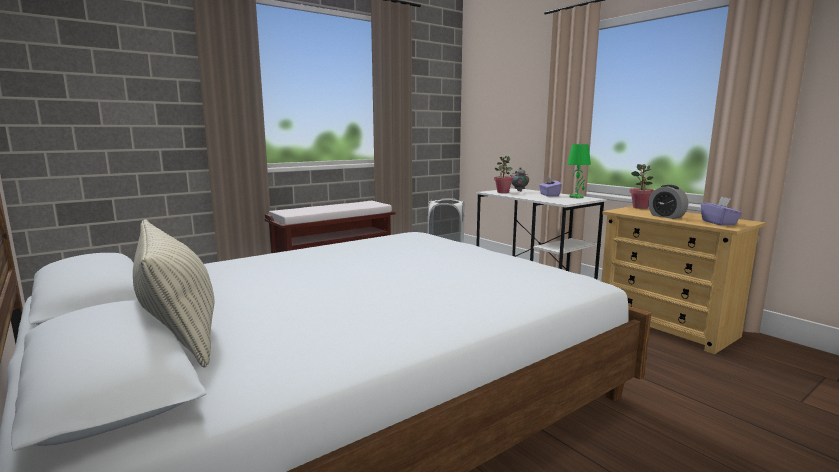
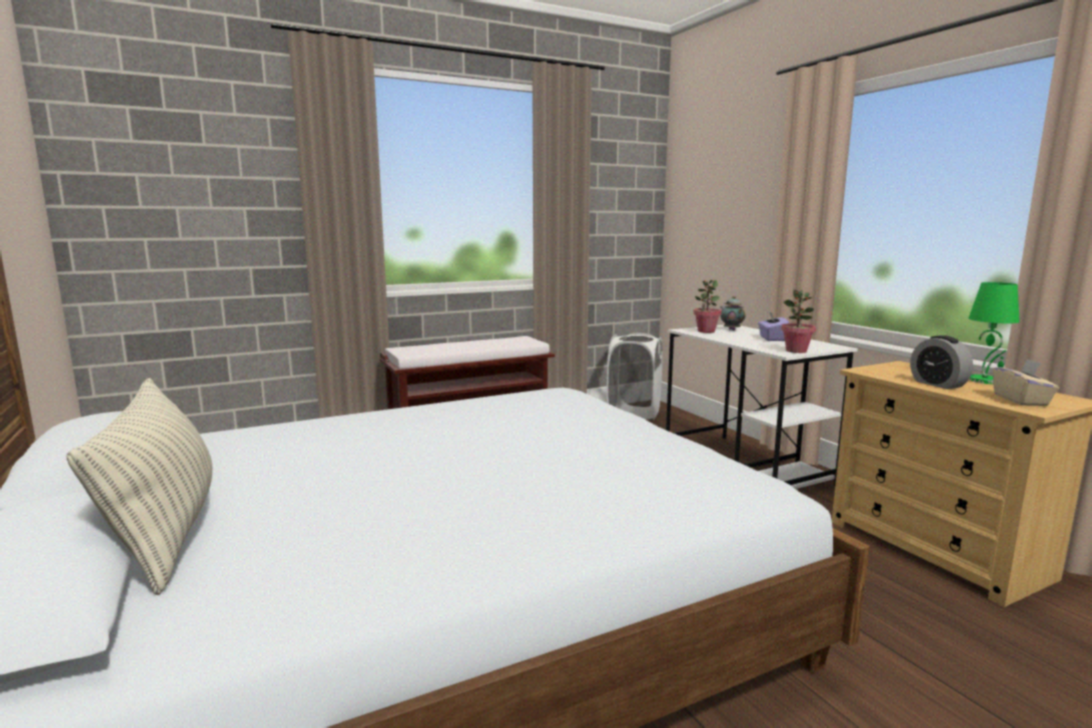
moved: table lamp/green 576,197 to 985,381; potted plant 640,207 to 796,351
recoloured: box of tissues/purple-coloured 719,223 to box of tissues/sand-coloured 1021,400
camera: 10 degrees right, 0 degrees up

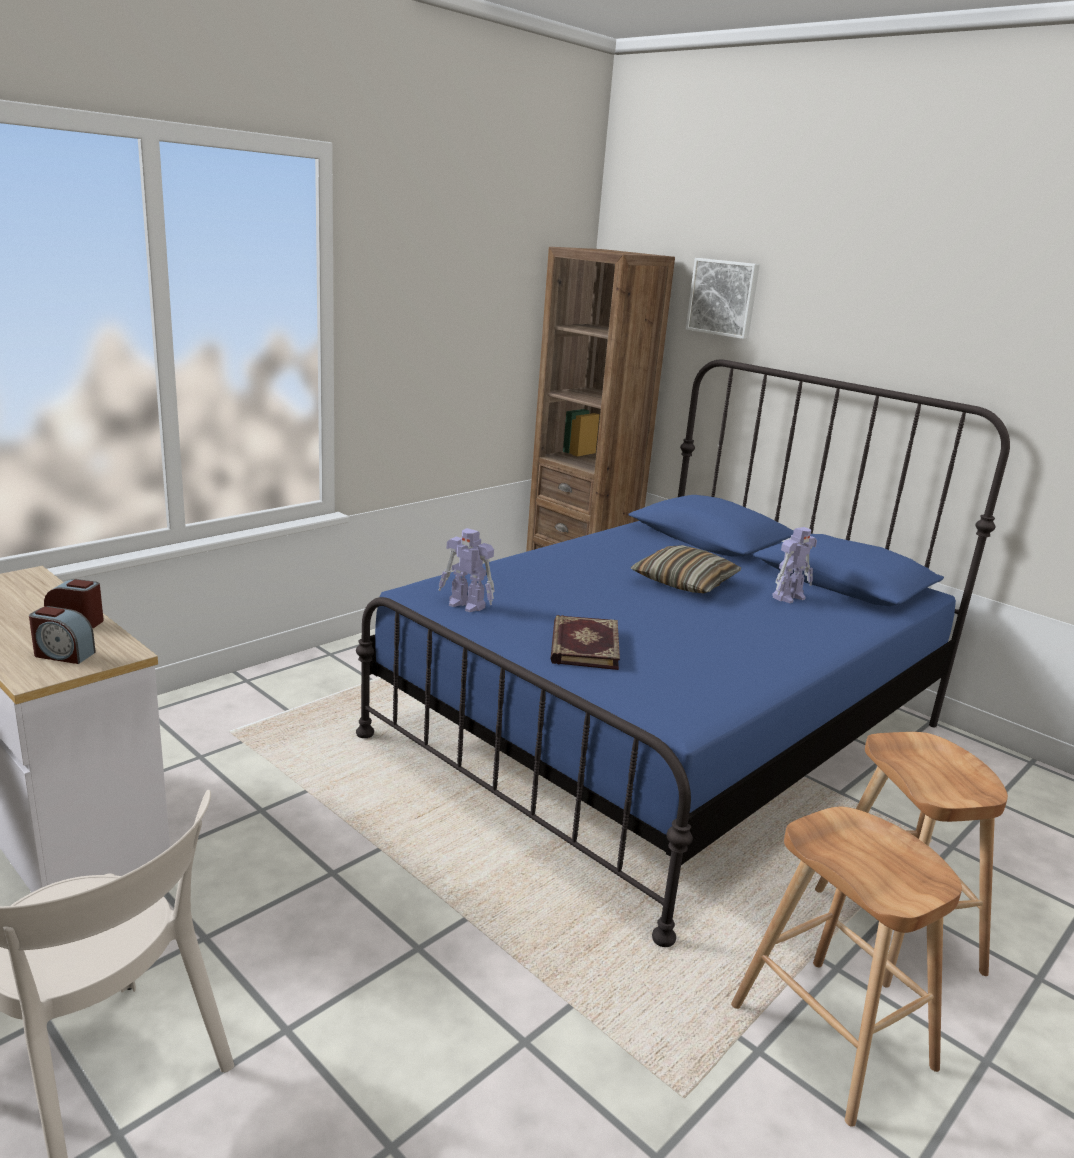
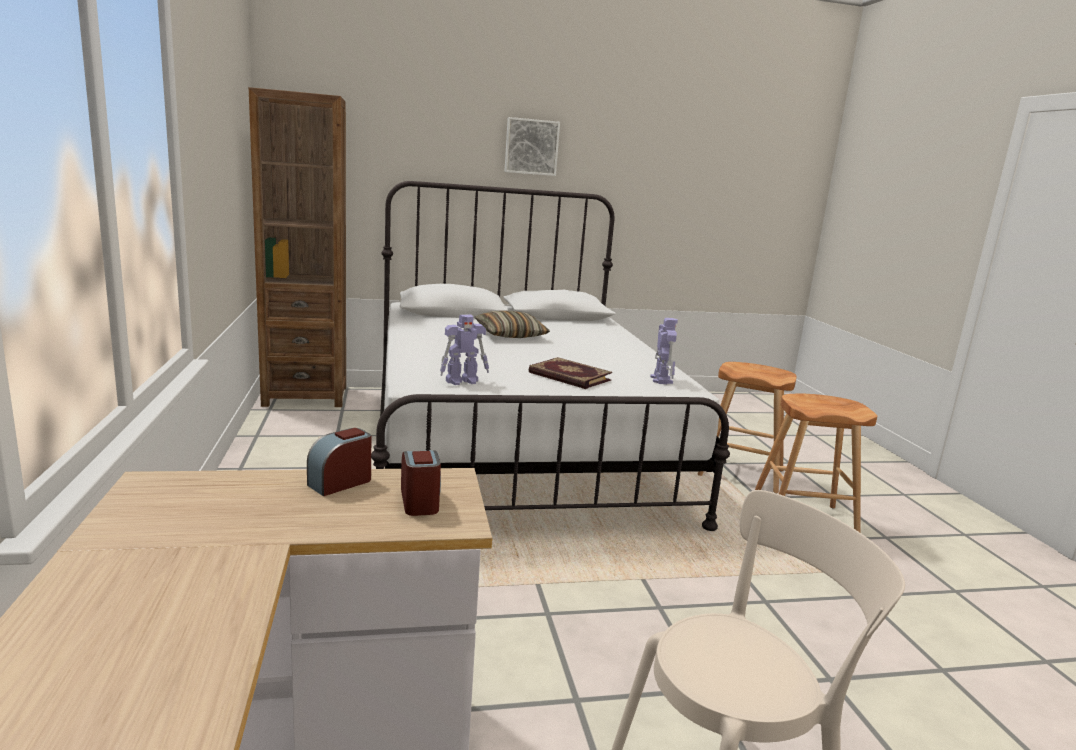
moved: wall art 723,298 to 531,147; robot figure 789,597 to 661,379
recoloured: bedroom bed/bluish 665,730 to bedroom bed/white 516,446
turned: bedside clock 63,654 = 420,501 60 degrees counterclockwise
camera: 55 degrees left, 5 degrees down

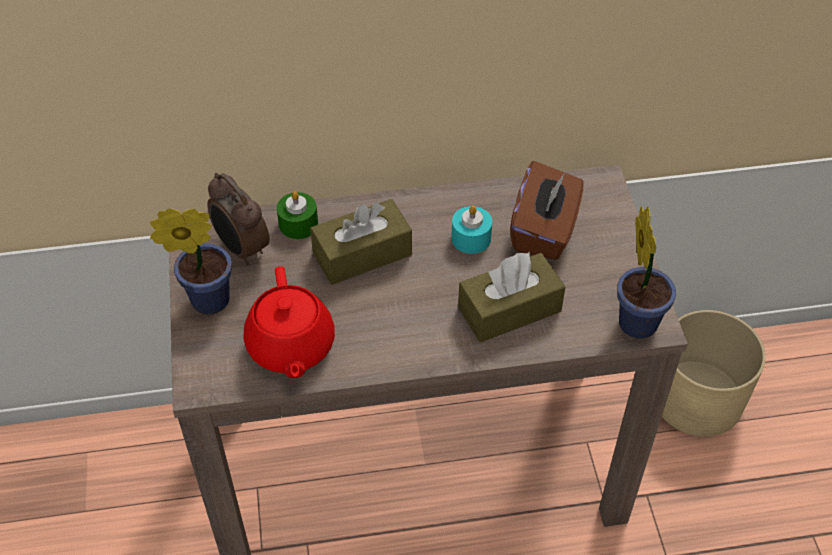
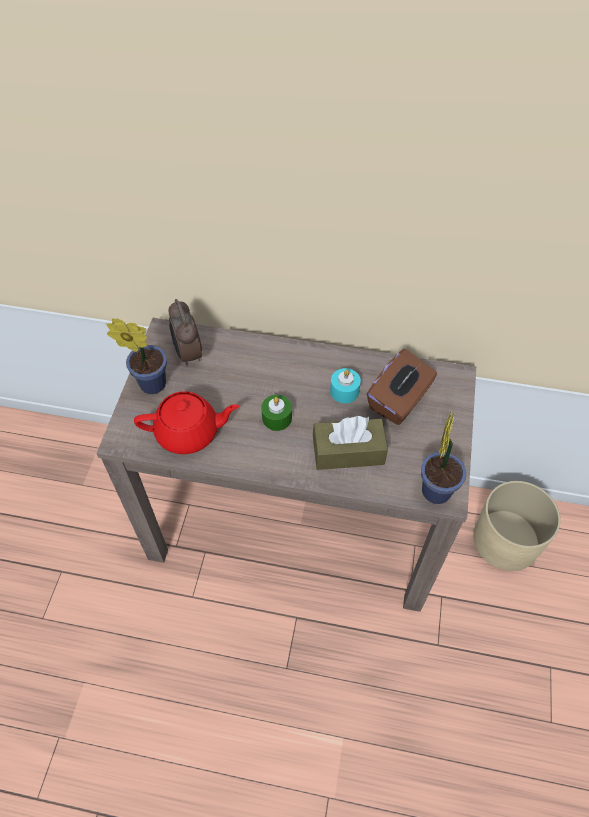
removed: box of tissues/brown 362,254
moved: wax candle/green 298,224 to 277,418
turned: teapot/reddish 290,347 = 189,433 105 degrees counterclockwise
camera: 20 degrees right, 5 degrees up

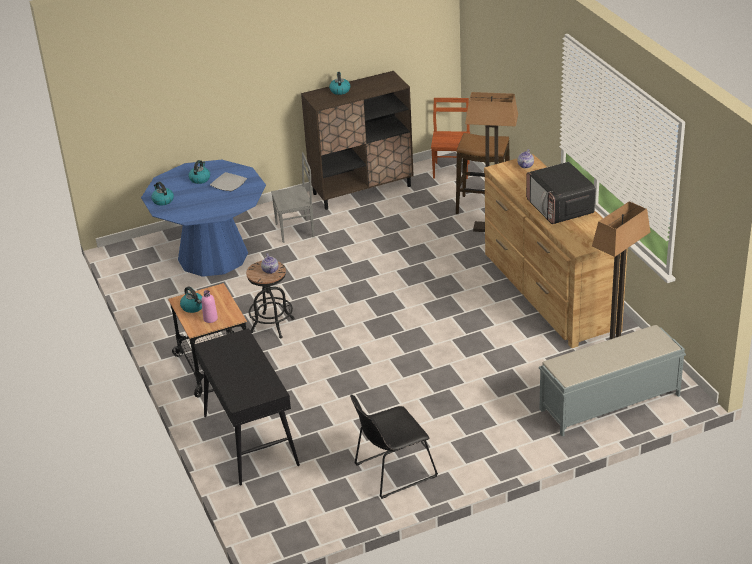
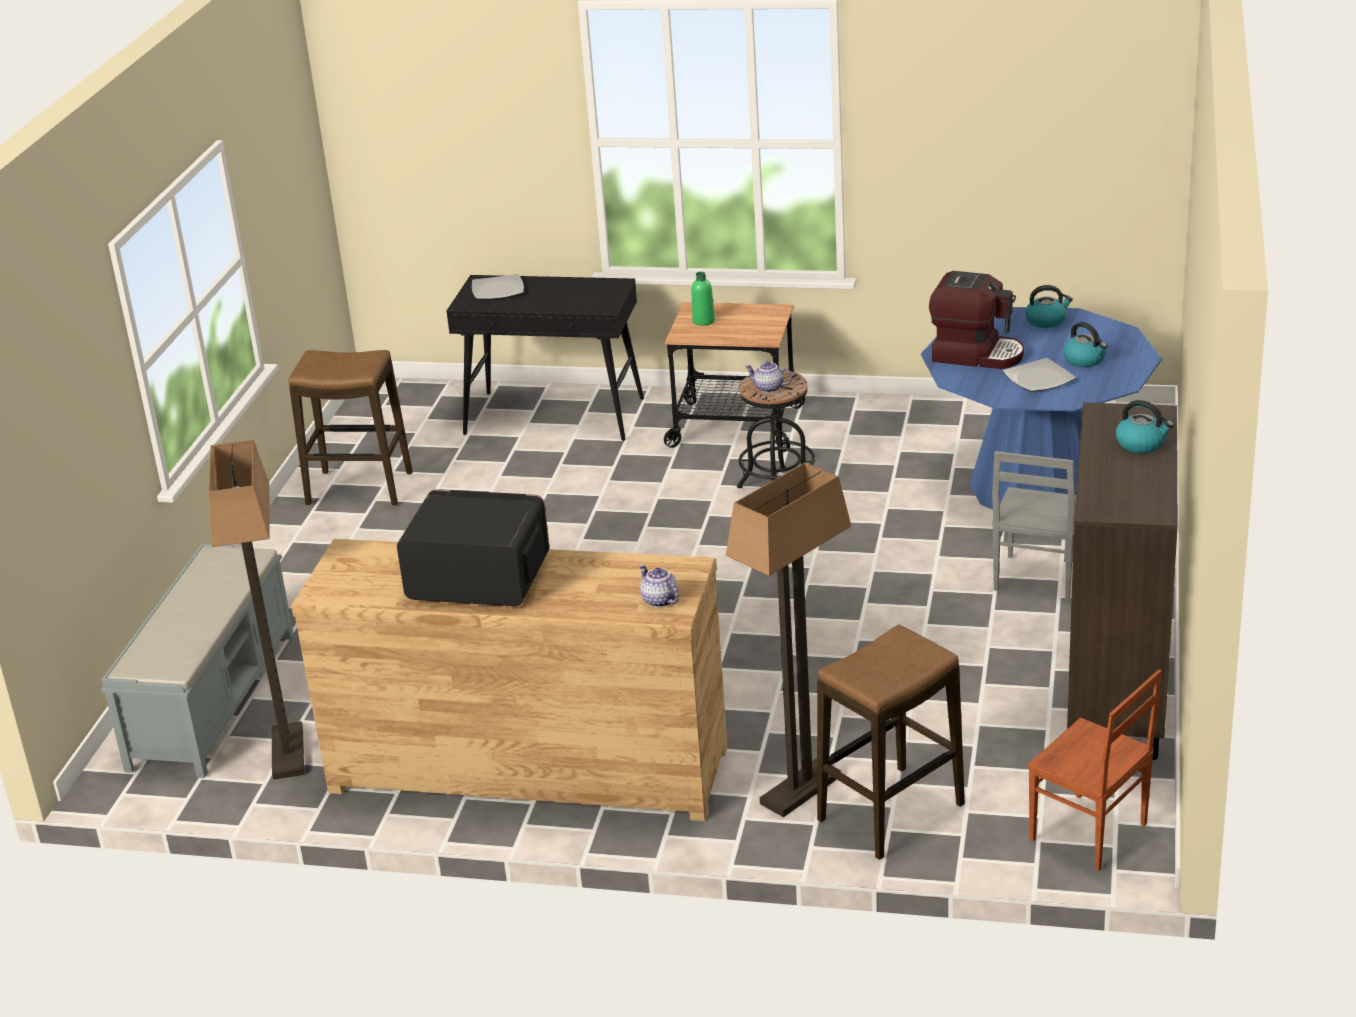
removed: water kettle 193,307
added: flat dish 498,290; coffee brewer 977,354
replaced: chair/blackish 392,472 to stool 360,489
recoloured: drink bottle/pink-coloured 210,319 to drink bottle/green 703,321
camera: 125 degrees right, 5 degrees down

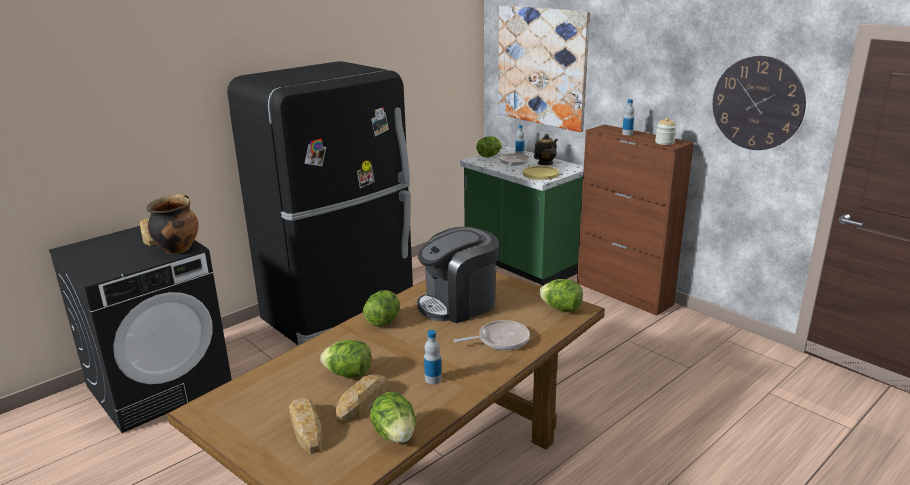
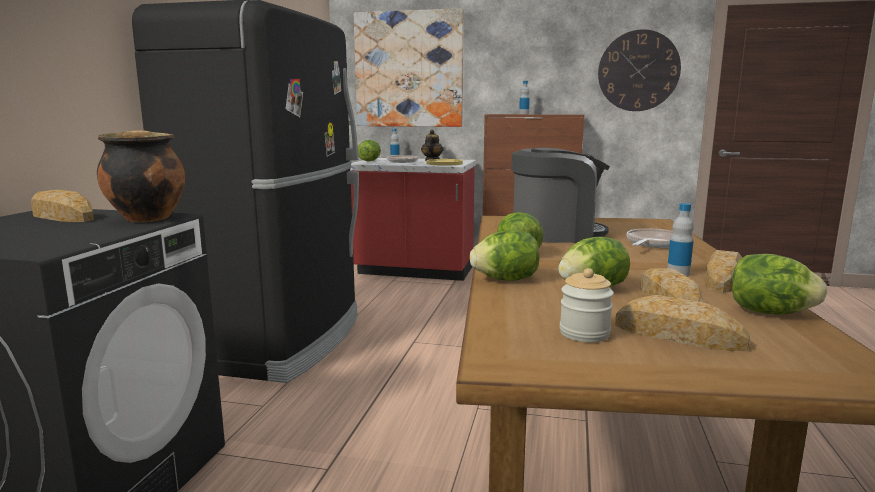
added: bread 723,279
moved: lettuce 561,309 to 506,280; jar 664,142 to 584,333
recoloured: kitchen base unit/green 521,264 to kitchen base unit/reddish 414,271
turned: coffee brewer 458,304 = 556,234 120 degrees counterclockwise
camera: 35 degrees left, 10 degrees down

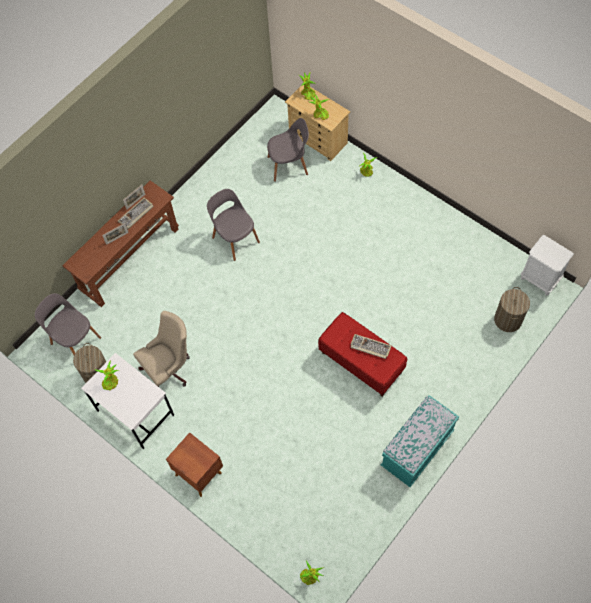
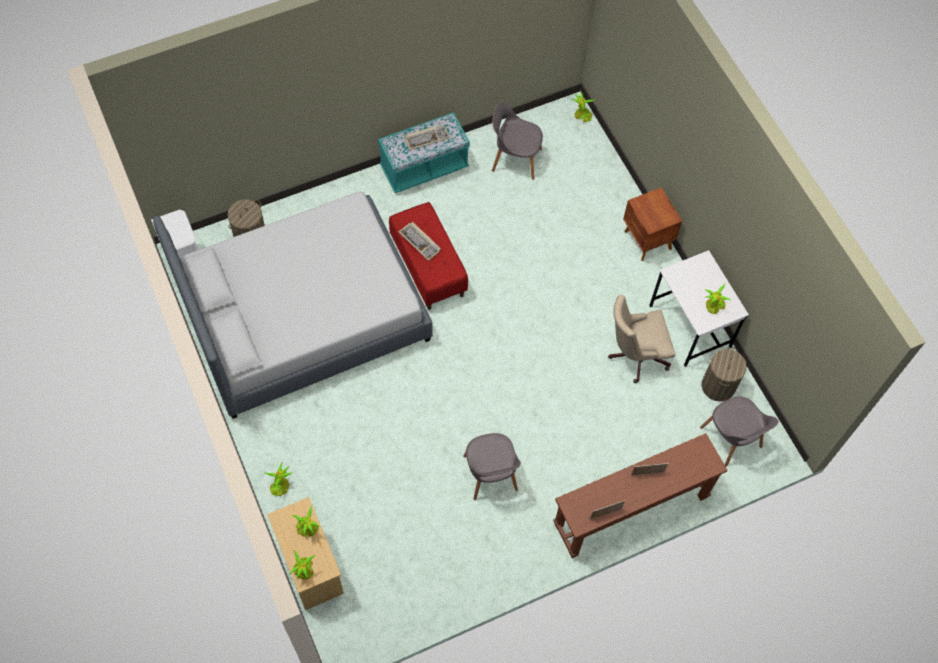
added: bedroom bed/grey 304,314
moved: computer keyboard 136,214 to 427,137; chair/grey 289,165 to 515,159
camera: 160 degrees left, 0 degrees up

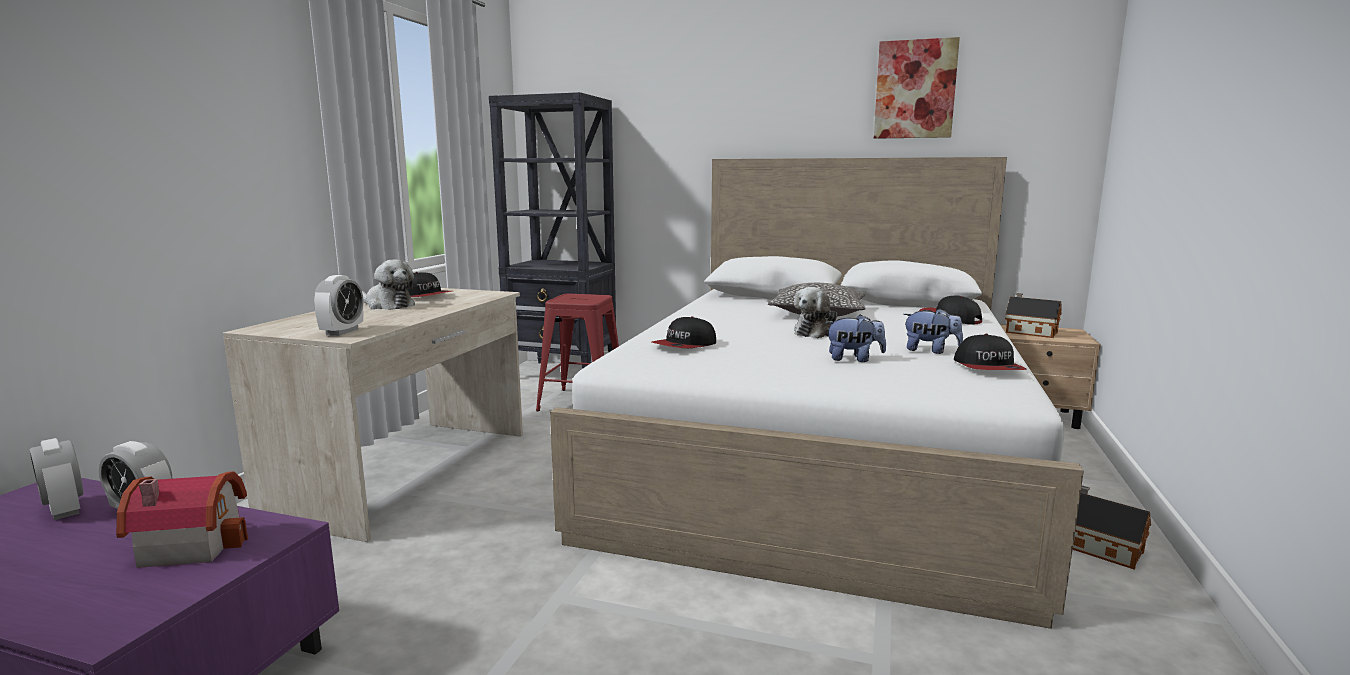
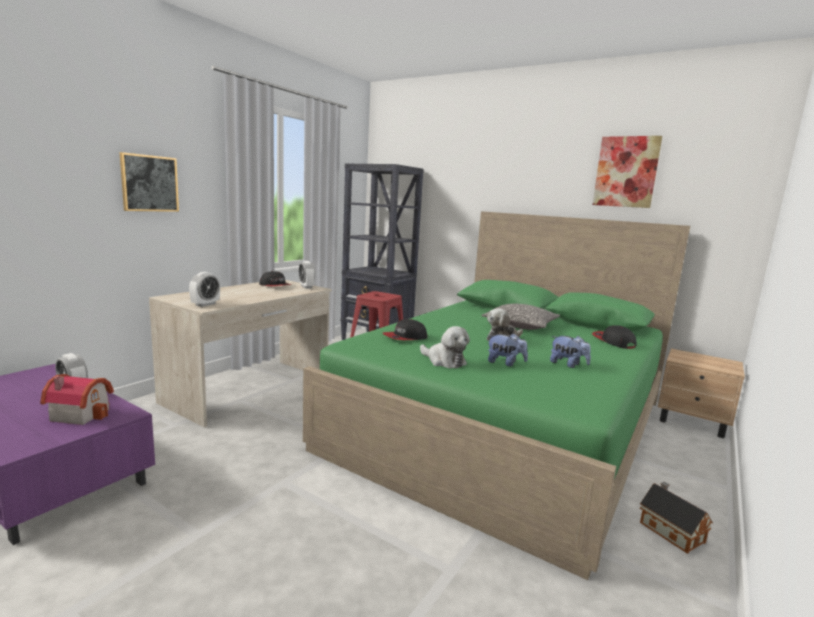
removed: cap 988,367; miniature house 1029,332
added: wall art 149,183
moved: bedside clock 65,510 to 306,287; soft toy 387,305 to 444,361
recoloured: bedroom bed/white 820,455 to bedroom bed/green 507,423
camera: 15 degrees right, 0 degrees up

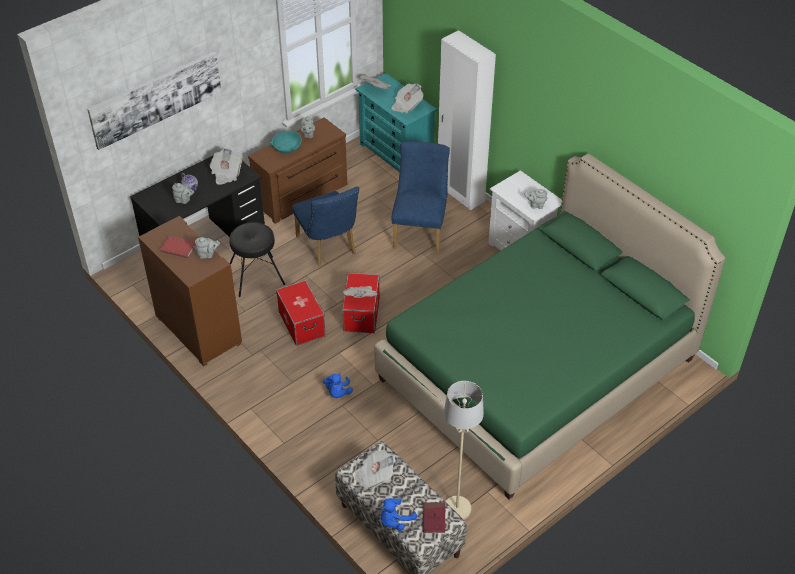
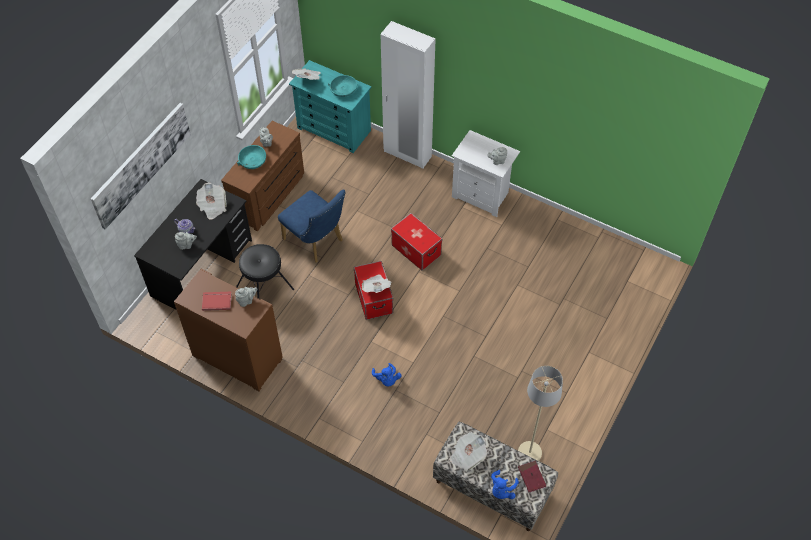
removed: bedroom bed/green 537,369; chair/bluish 420,231
moved: storage box 301,324 to 416,250
replaced: daily paper 406,105 to bowl/turquoise 343,89
camera: 20 degrees left, 10 degrees up

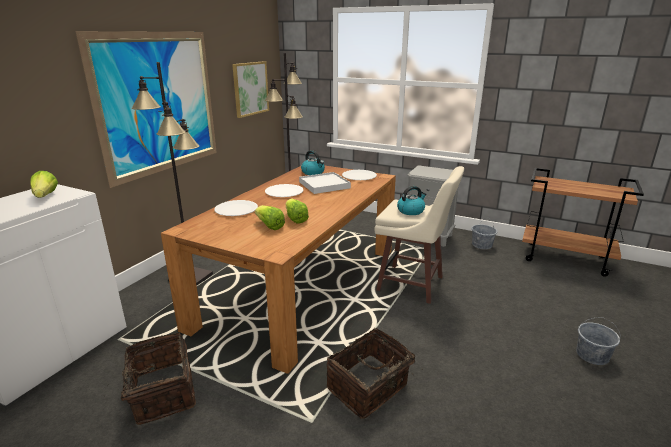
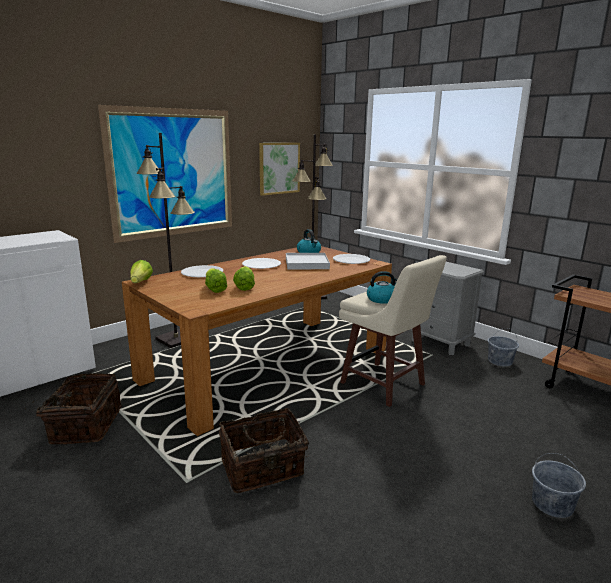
moved: lettuce 45,196 to 141,282
camera: 20 degrees right, 5 degrees down

